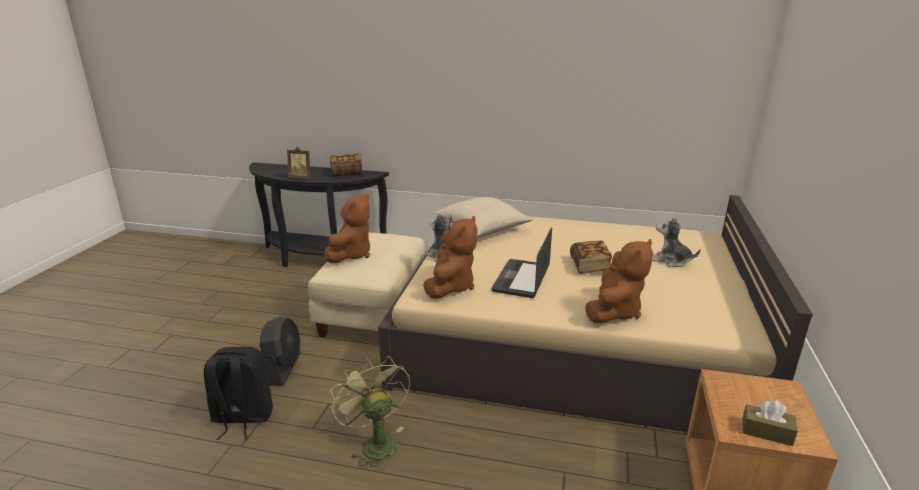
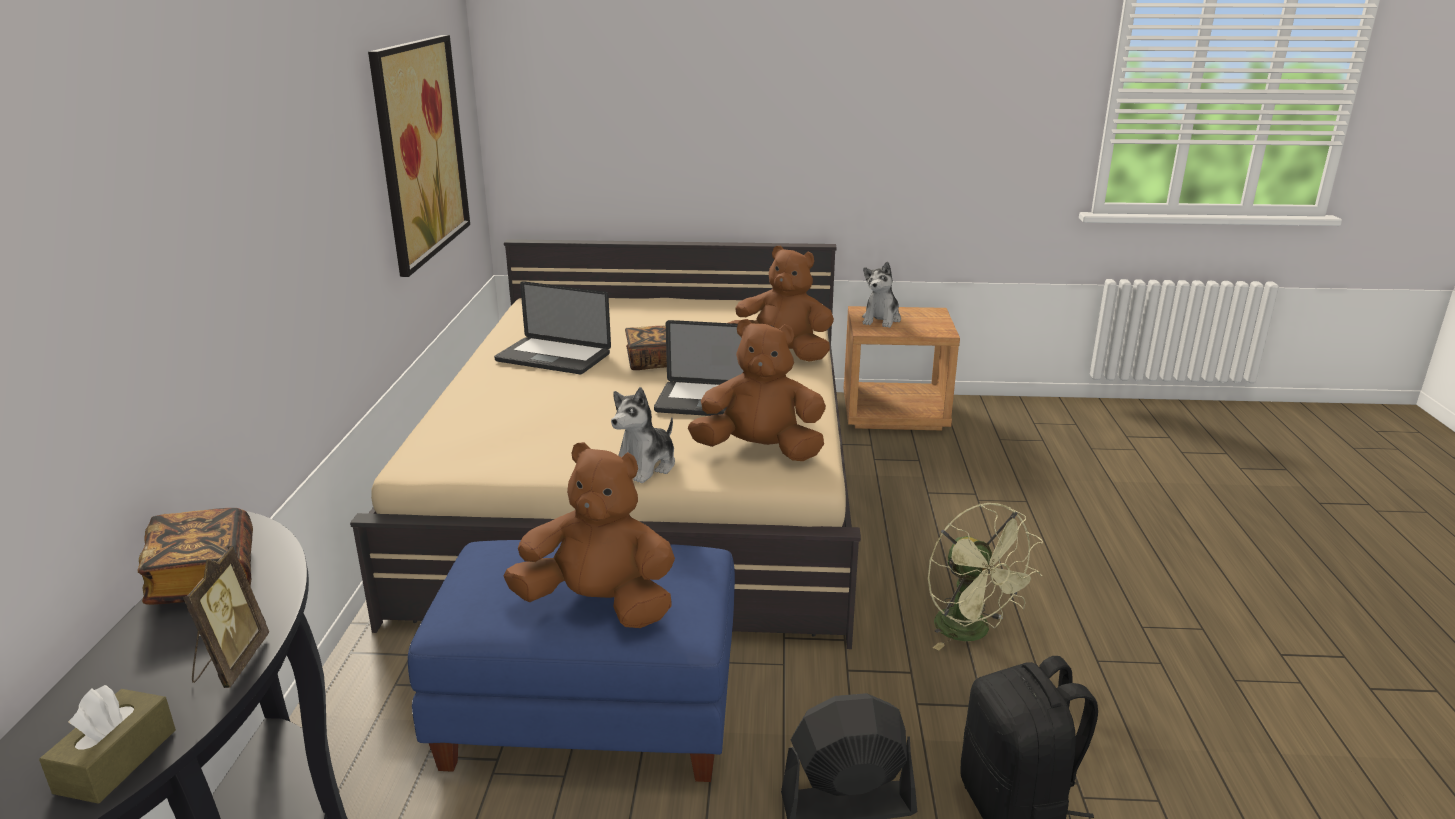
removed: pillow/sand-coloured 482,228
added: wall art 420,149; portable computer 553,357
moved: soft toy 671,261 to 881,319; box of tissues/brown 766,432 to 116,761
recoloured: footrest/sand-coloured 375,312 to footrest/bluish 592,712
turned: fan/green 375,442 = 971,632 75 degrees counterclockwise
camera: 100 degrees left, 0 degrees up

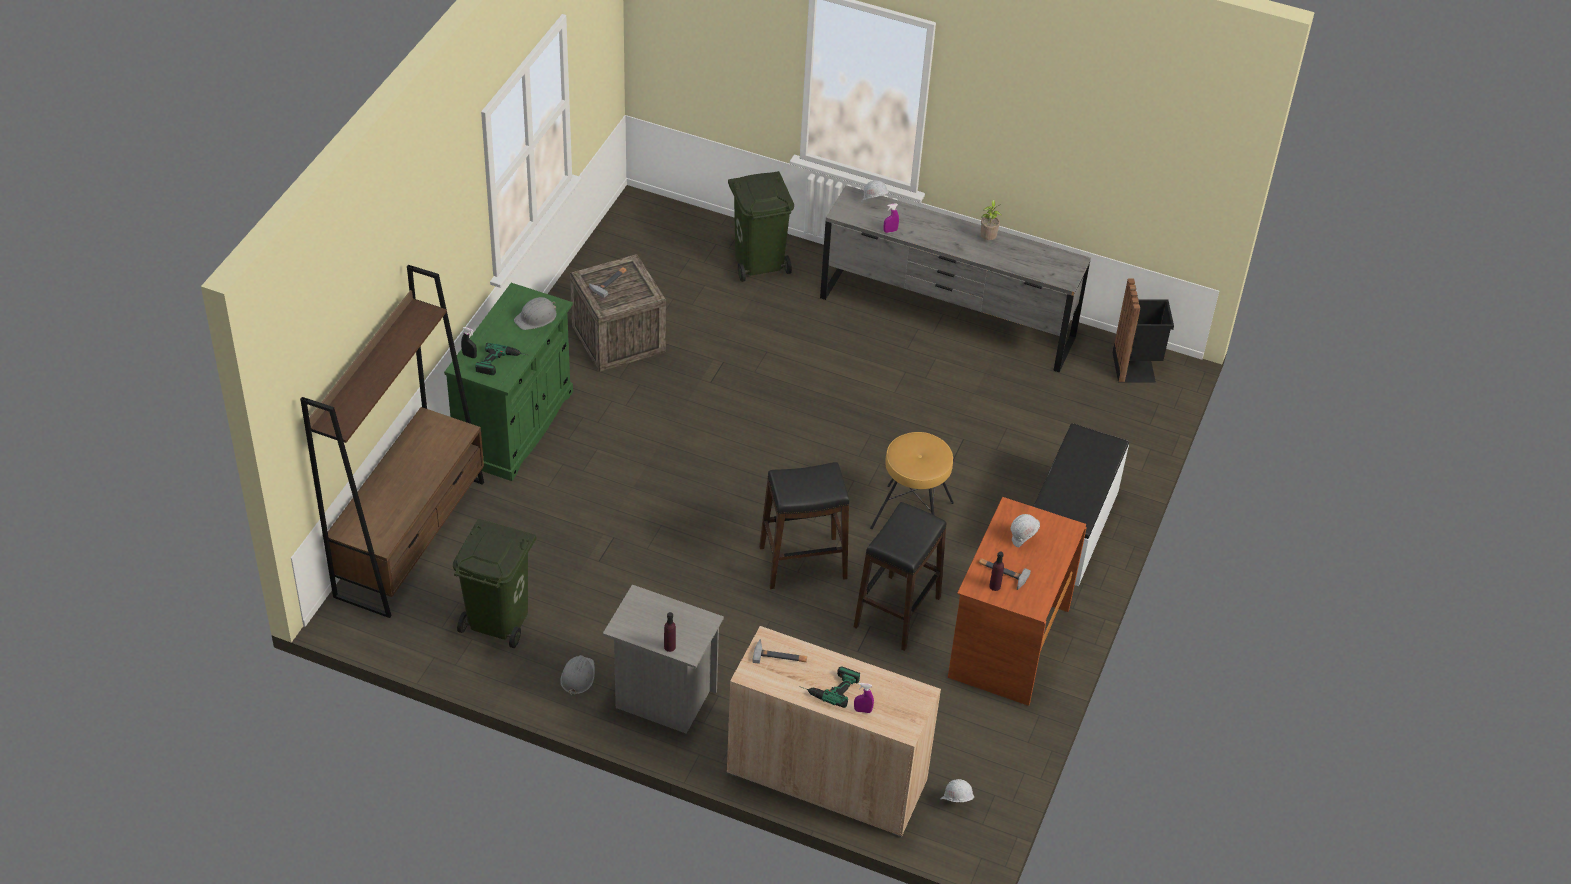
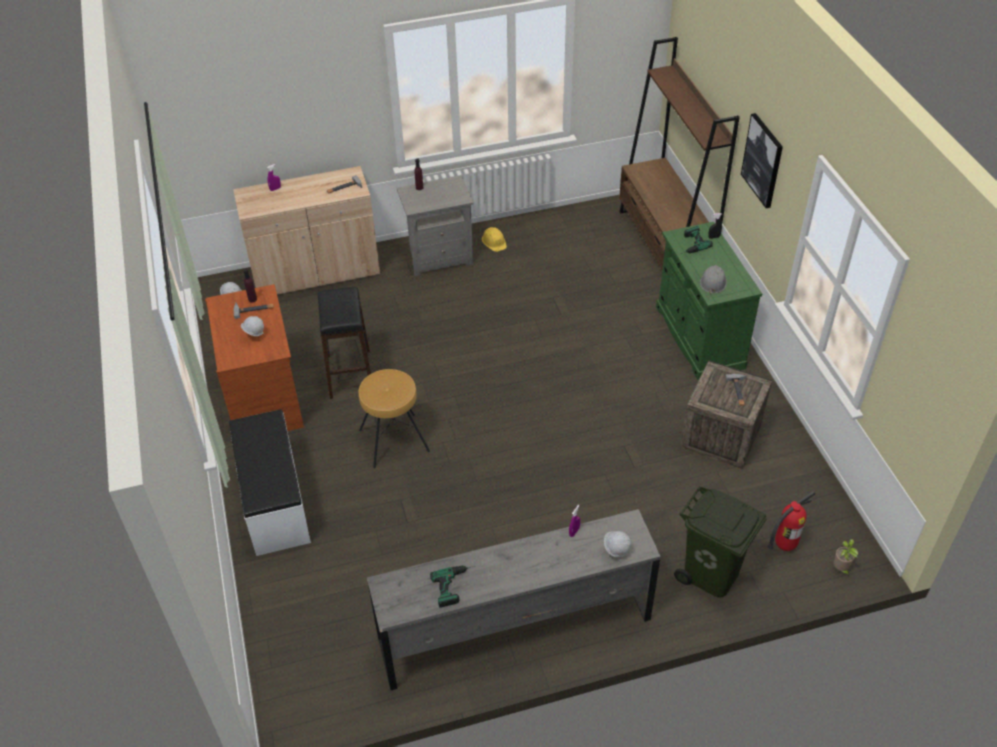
removed: waste bin/green 499,620; stool/blackish 803,562; waste bin/blackish 1136,366
added: wall art 763,160; fire extinguisher 784,545
moved: electric drill 828,686 to 456,586; potted plant 988,239 to 841,569
recoloured: work helmet/grey 577,676 to work helmet/yellow-coloured 494,242
camera: 145 degrees right, 0 degrees up

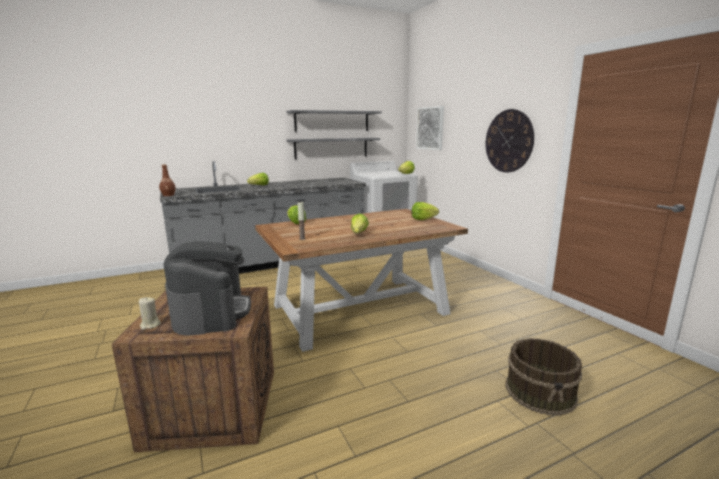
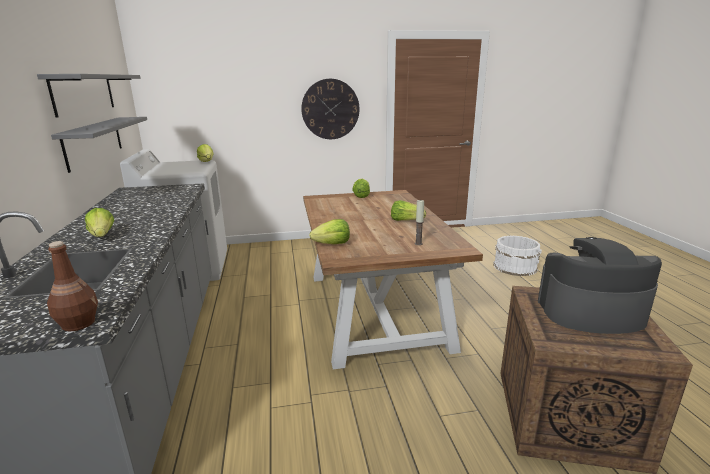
removed: wax candle/sand-coloured 150,325; wall art 430,128
recoloured: pail/brown 541,392 to pail/white 515,266
camera: 75 degrees left, 5 degrees up

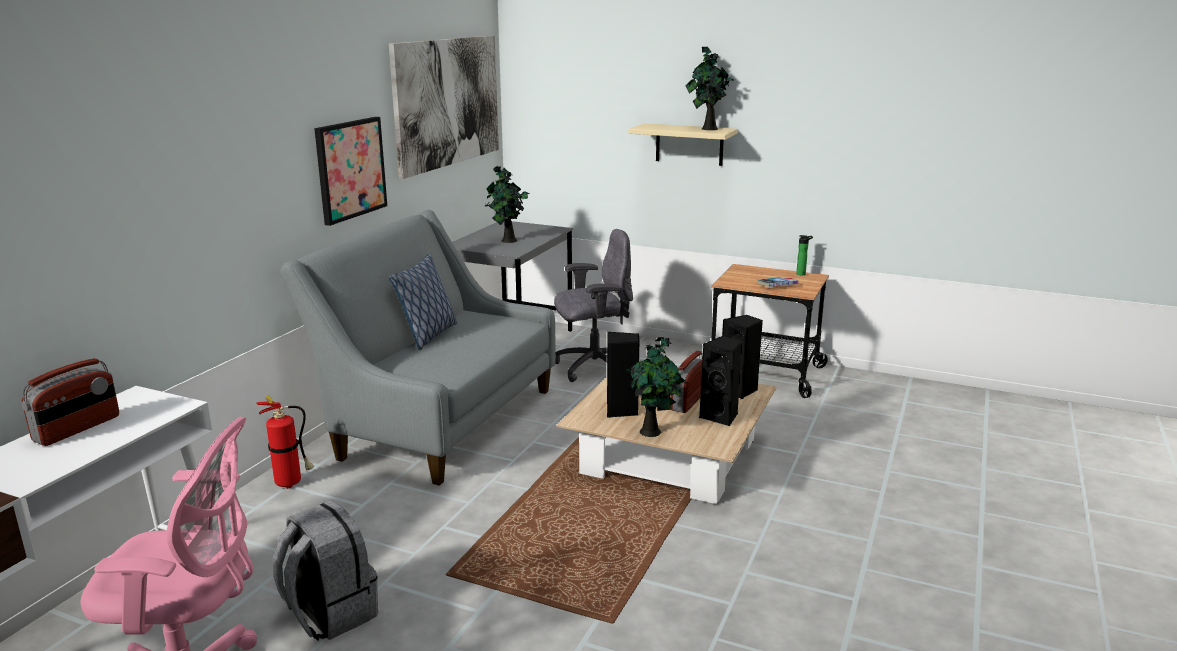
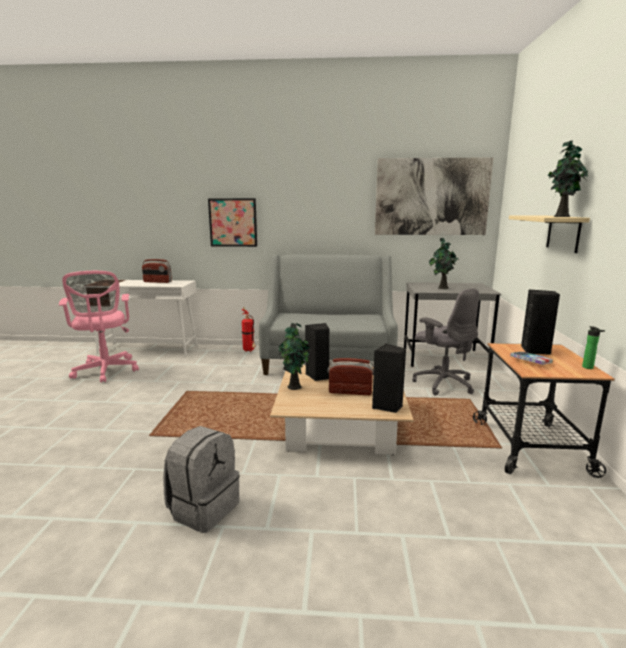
removed: pillow 428,335
moved: knapsack/grey 329,613 to 203,508; wall art 350,169 to 233,222; audio speaker/blackish 721,417 to 535,351
camera: 70 degrees right, 5 degrees down

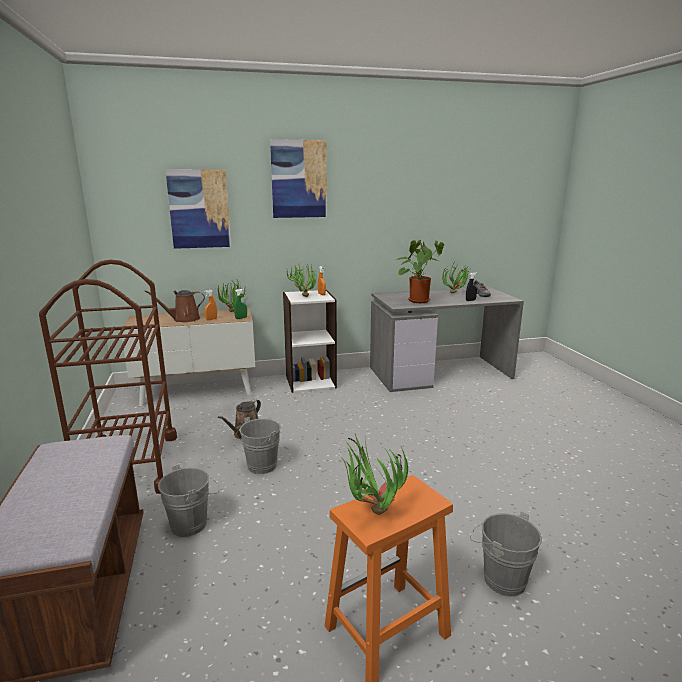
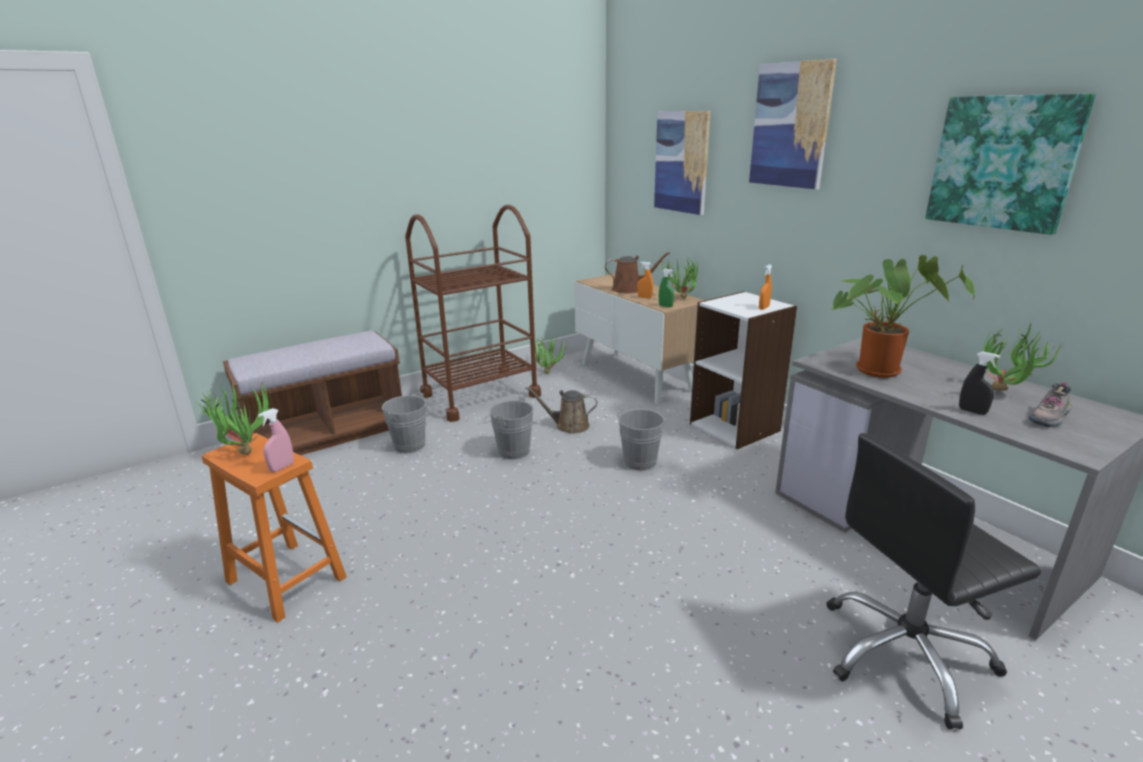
added: hand sprayer/pink-coloured 282,467; office chair/blackish 905,655; wall art 1003,162
moved: potted plant 302,296 to 549,372; pail/grey 500,578 to 641,460
turned: watering can/brown 183,319 = 630,289 135 degrees clockwise
camera: 70 degrees right, 5 degrees up

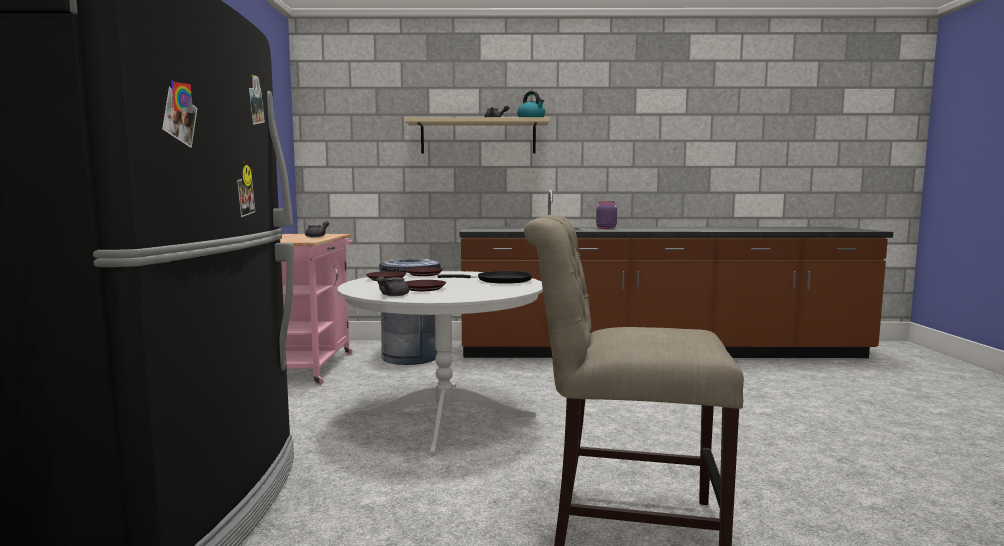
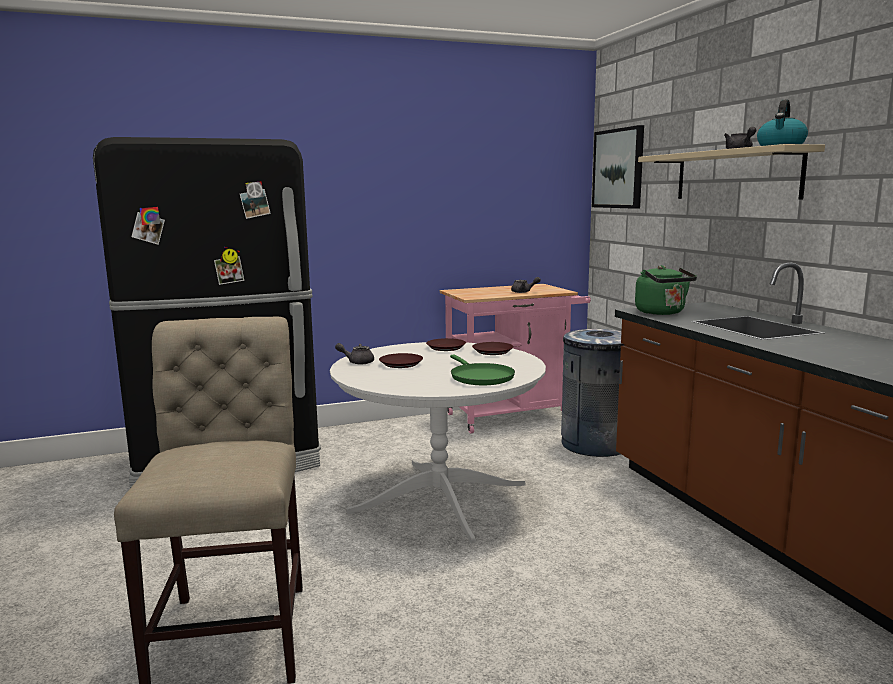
removed: jar/purple-coloured 605,228
added: wall art 618,168; water kettle/green 662,313
recoloured: frying pan/blackish 500,281 to frying pan/green 480,377
camera: 70 degrees right, 5 degrees up

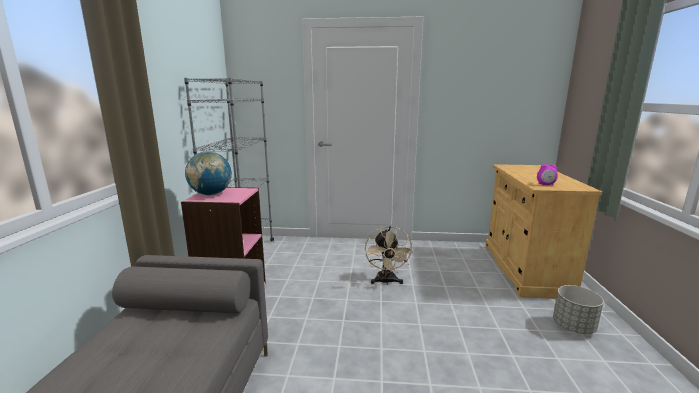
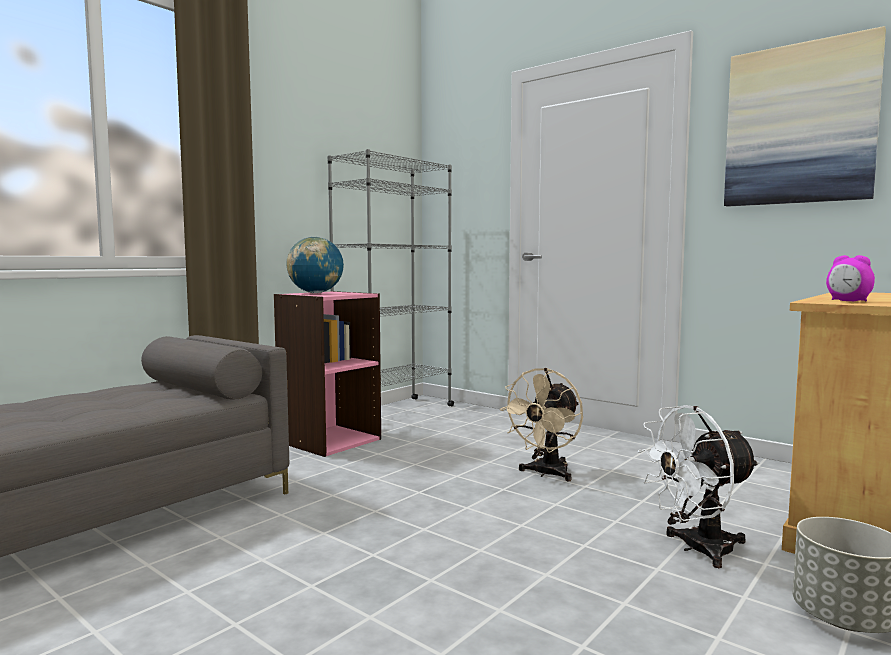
added: fan/white 697,549; wall art 799,124
camera: 35 degrees right, 10 degrees down

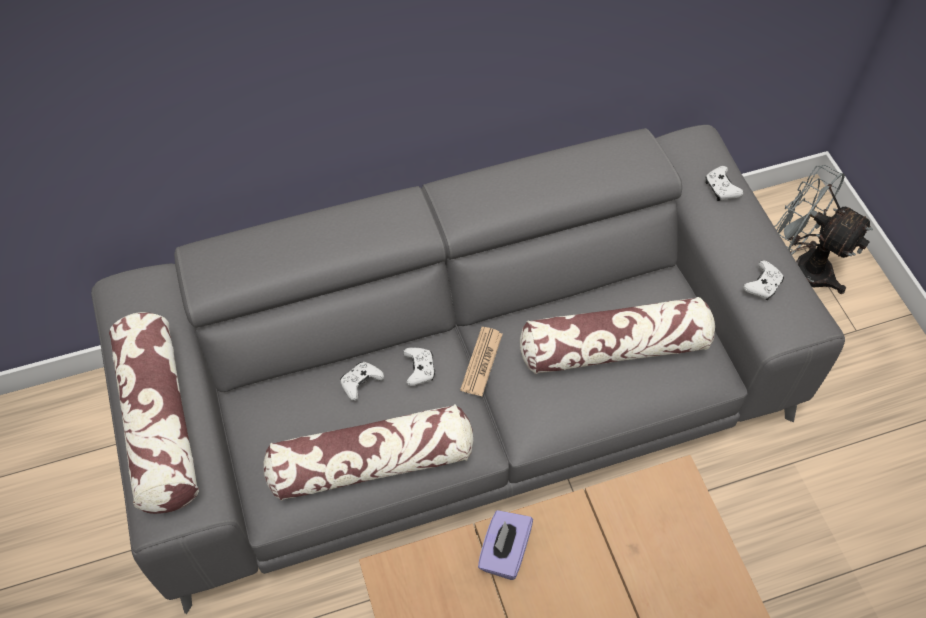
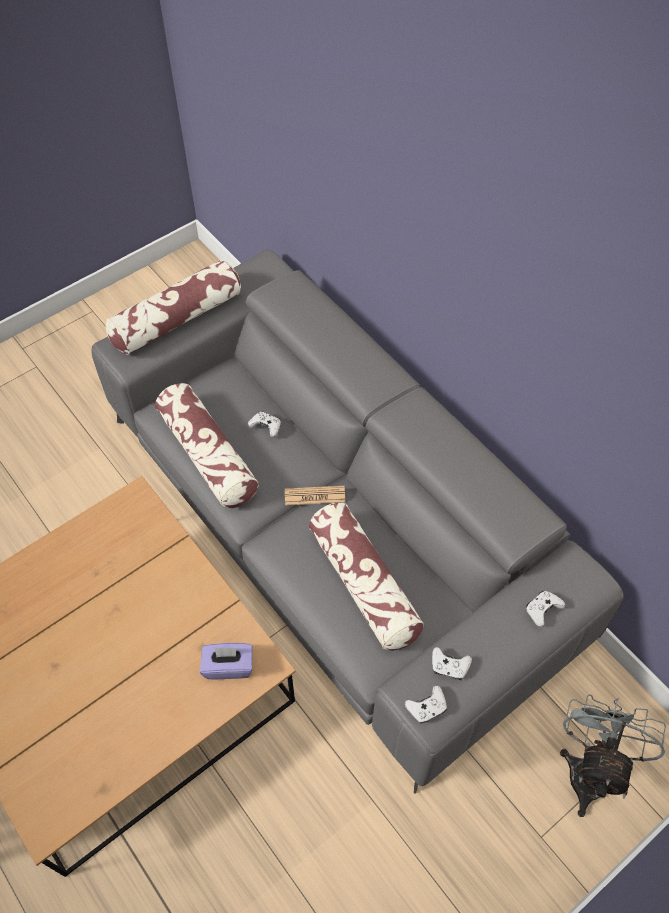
moved: game controller/white 419,369 to 427,707; box of tissues/purple-coloured 504,552 to 228,666
camera: 70 degrees right, 0 degrees up

